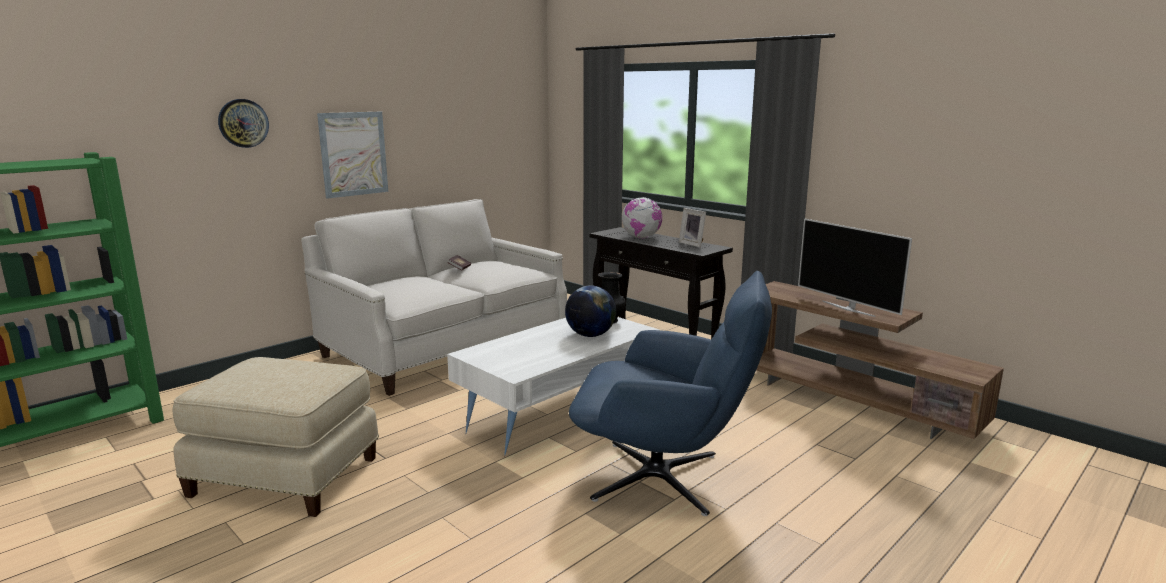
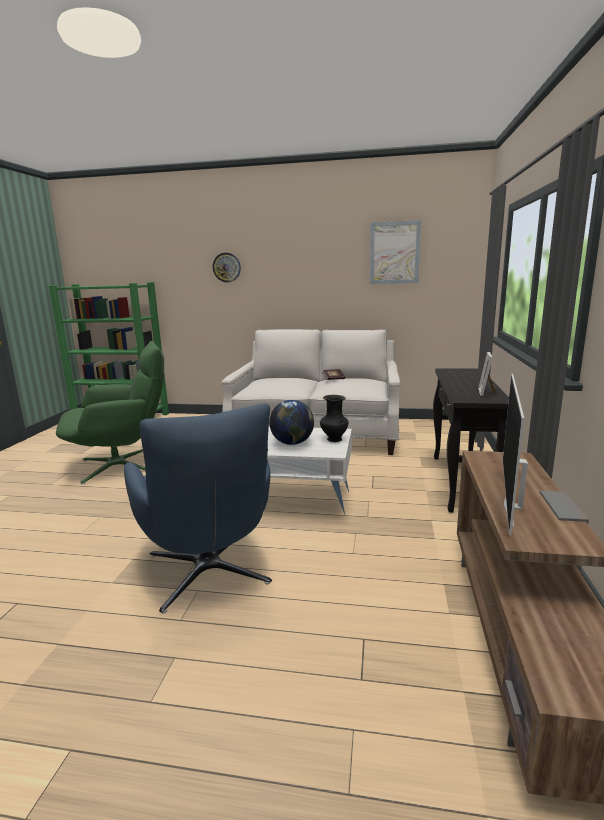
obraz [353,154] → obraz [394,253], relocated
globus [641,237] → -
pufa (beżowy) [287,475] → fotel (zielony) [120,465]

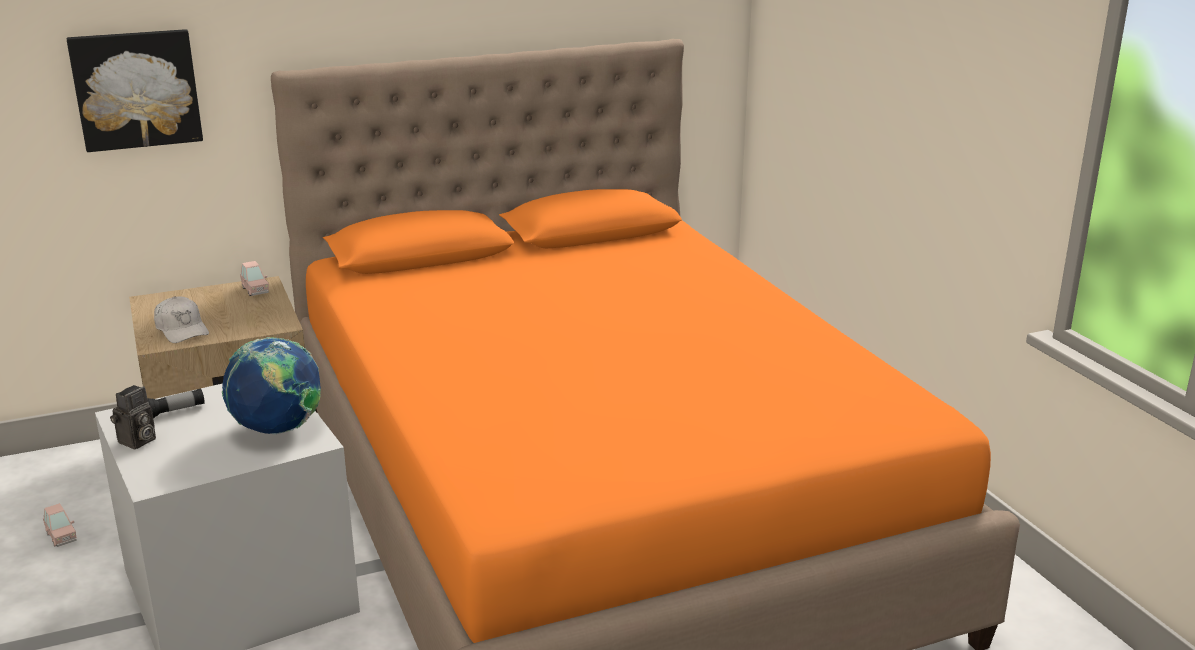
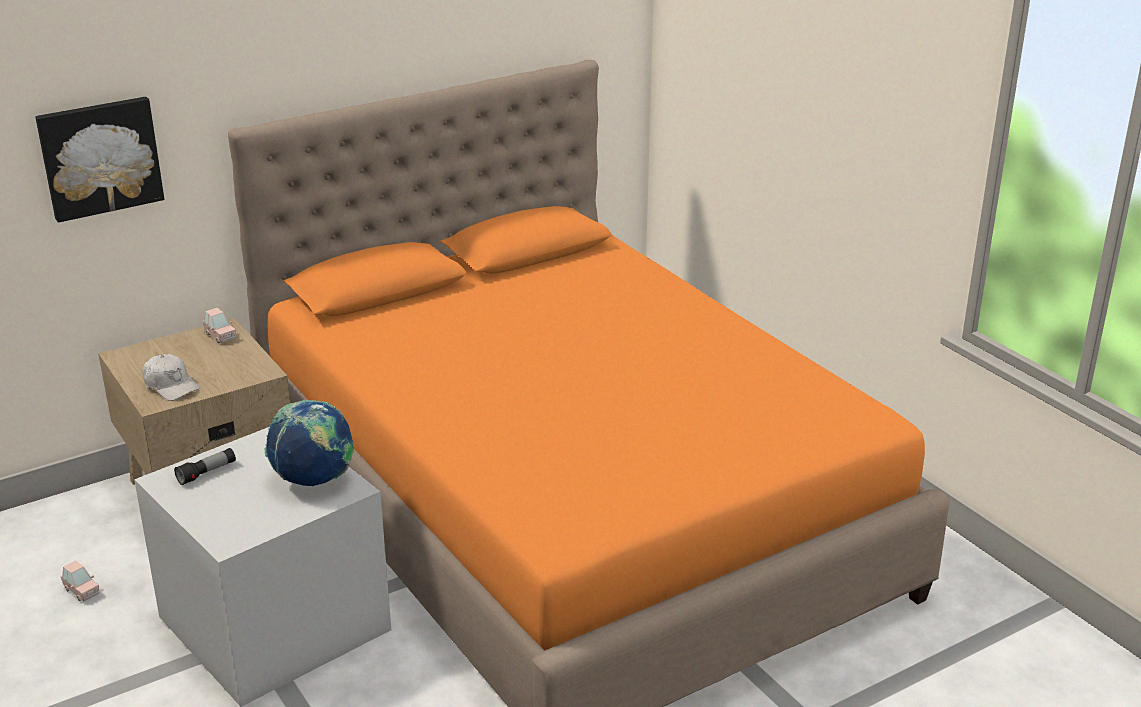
aparat fotograficzny [137,442] → -

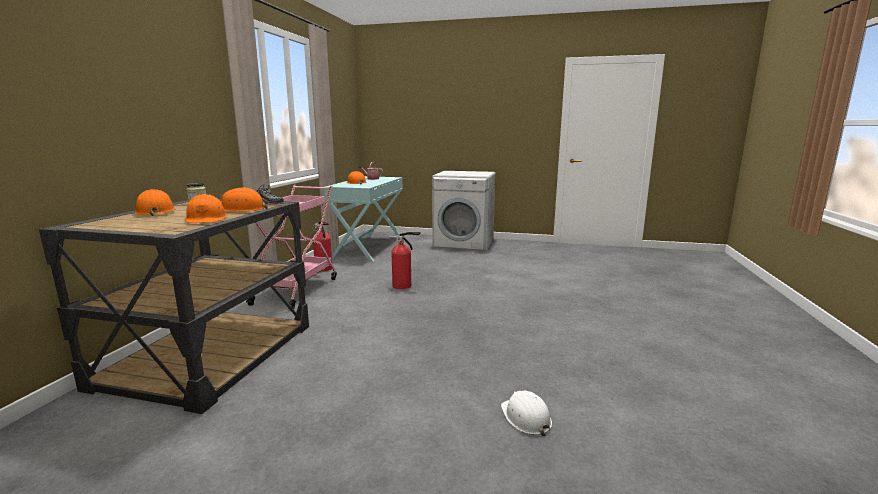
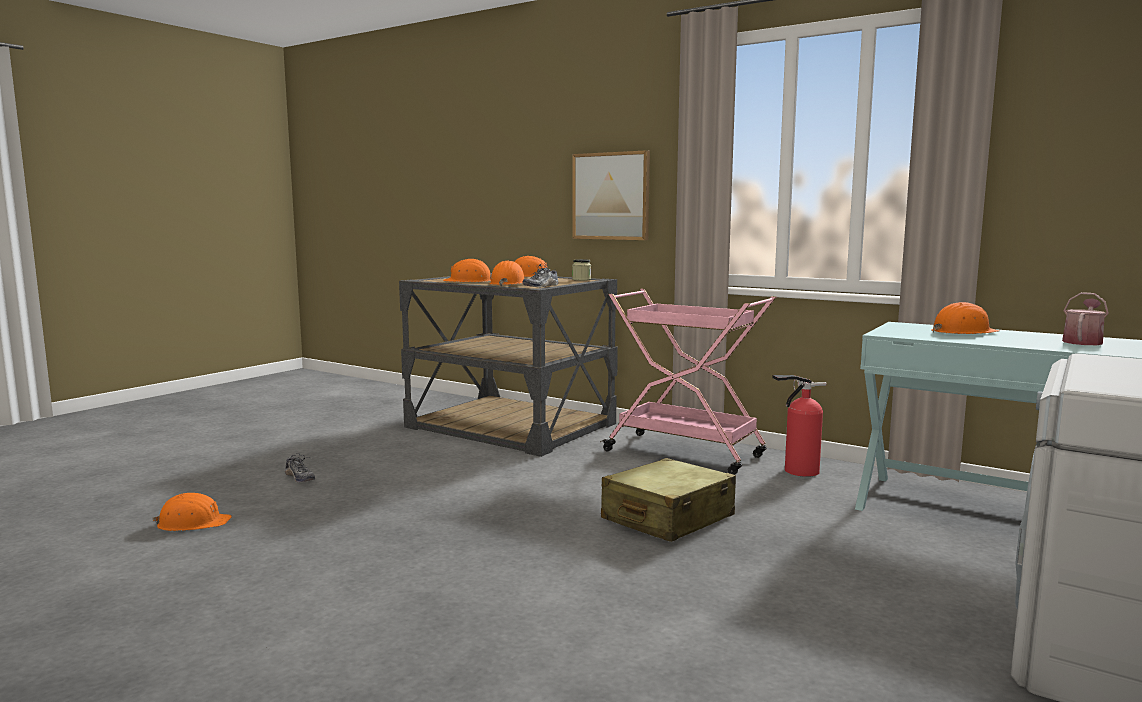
gaśnica [404,286] → walizka (beżowy) [667,518]
kask (biały) [525,417] → kask (pomarańczowy) [193,523]
- → obraz [611,196]
- → but [300,478]

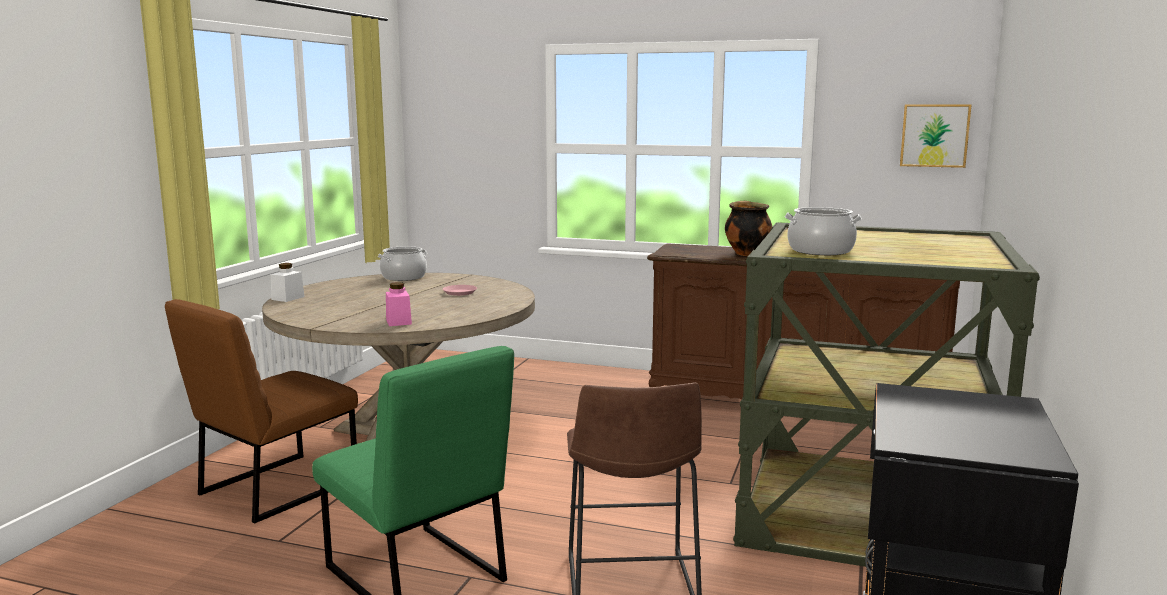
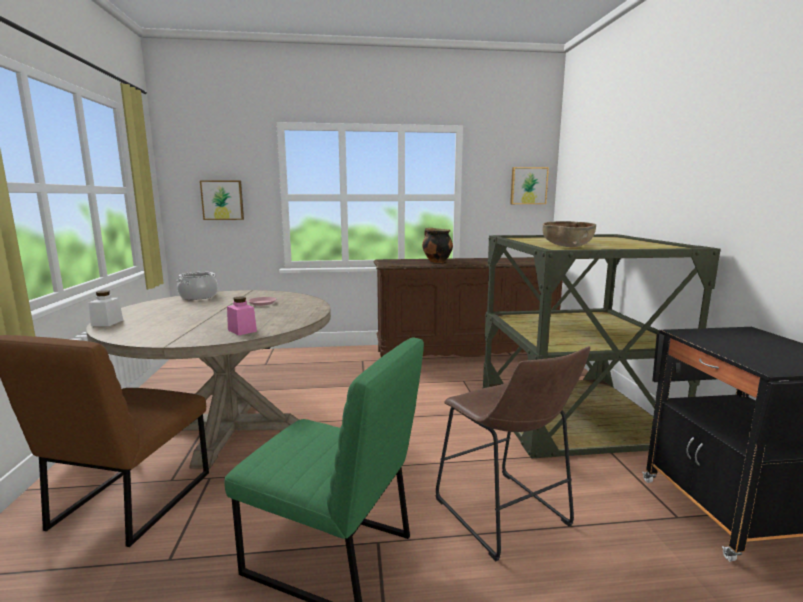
garnek [820,251] → miska (brązowy) [567,246]
- → obraz [222,200]

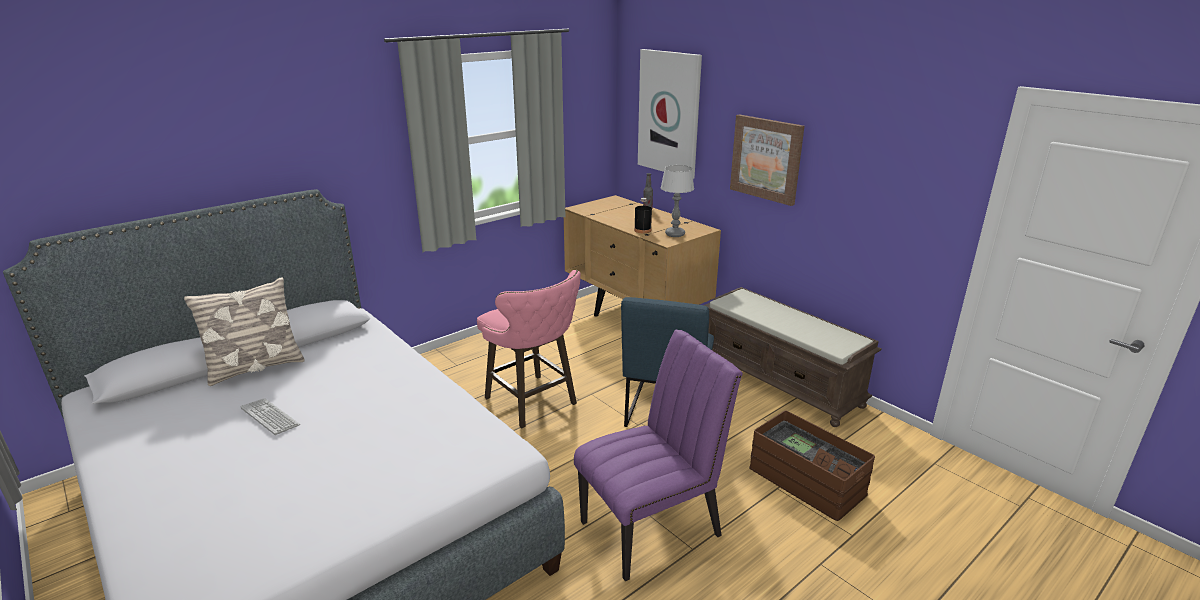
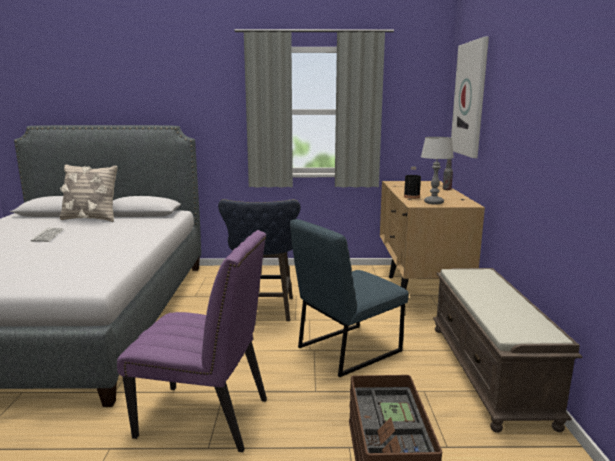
obraz [766,158] → -
stołek (różowy) [533,402] → stołek (niebieski) [263,310]

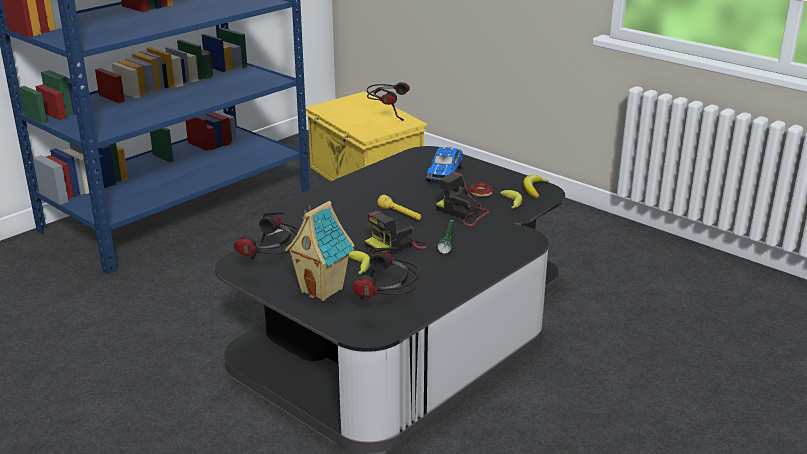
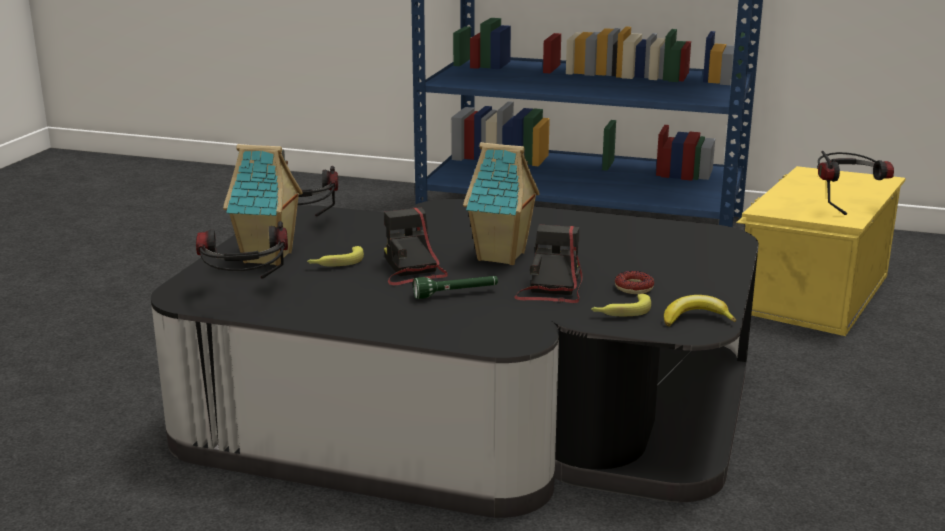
samochodzik [445,173] → -
latarka (żółty) [400,215] → domek [502,257]
aparat fotograficzny [395,245] → aparat fotograficzny [411,269], 45 degrees clockwise

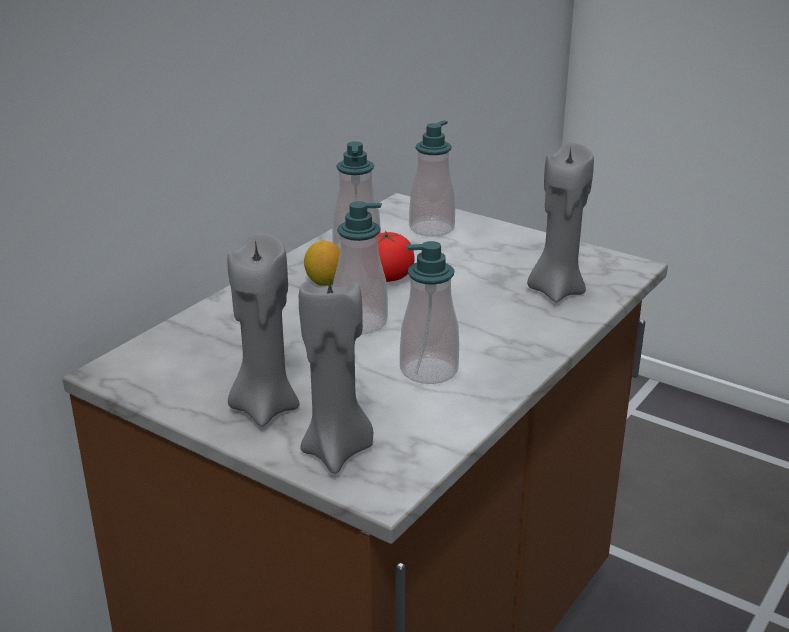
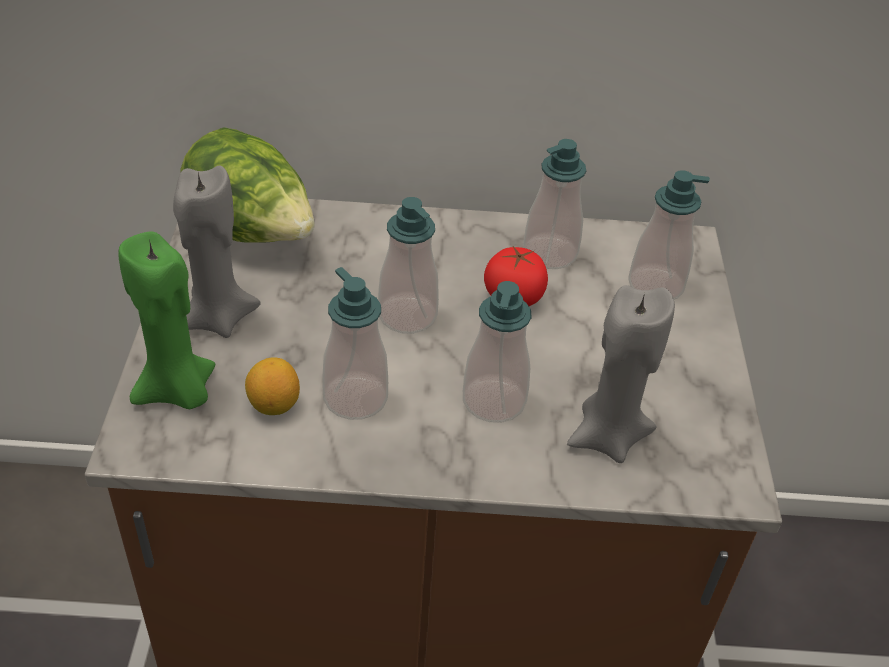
cytryna [325,282] → cytryna [274,405], relocated
świeca (szary) [338,451] → świeca (zielony) [178,392]
- → sałata [252,233]
- → dozownik mydła [493,401]

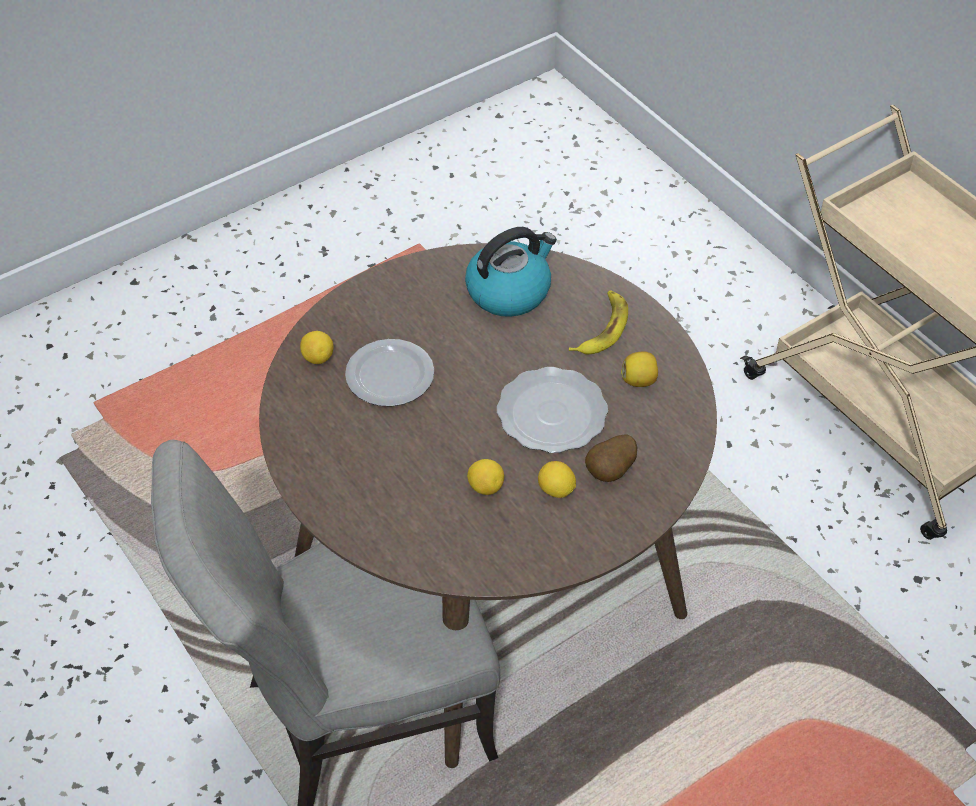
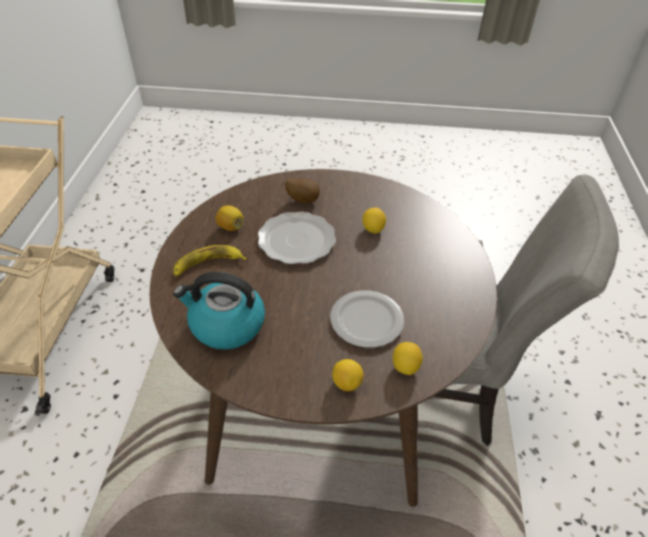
cytryna [556,490] → cytryna [346,383], relocated

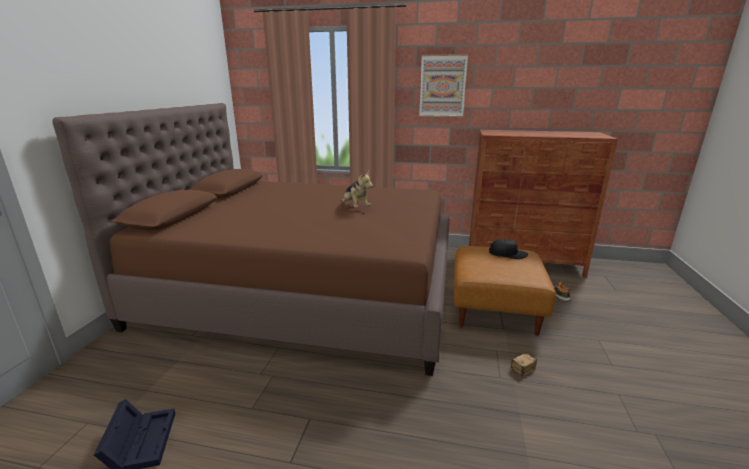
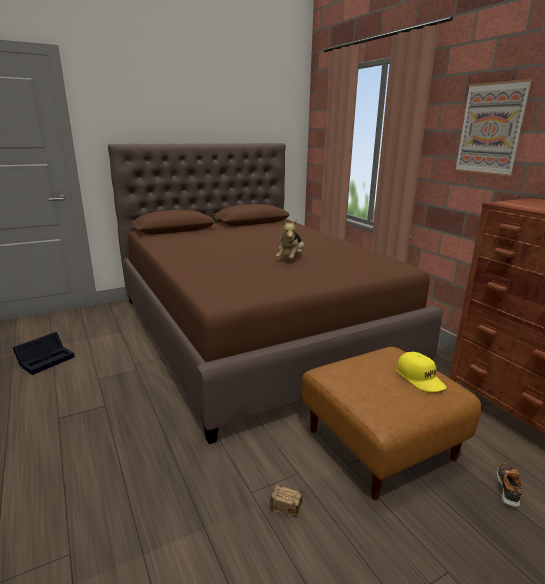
czapka z daszkiem (czarny) [507,254] → czapka z daszkiem (żółty) [420,378]

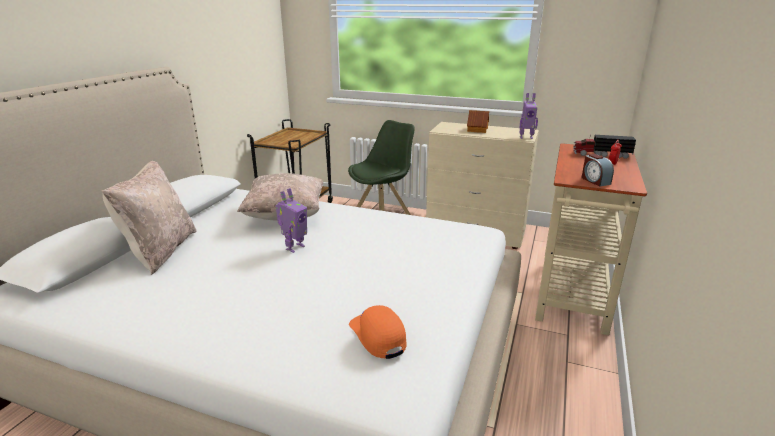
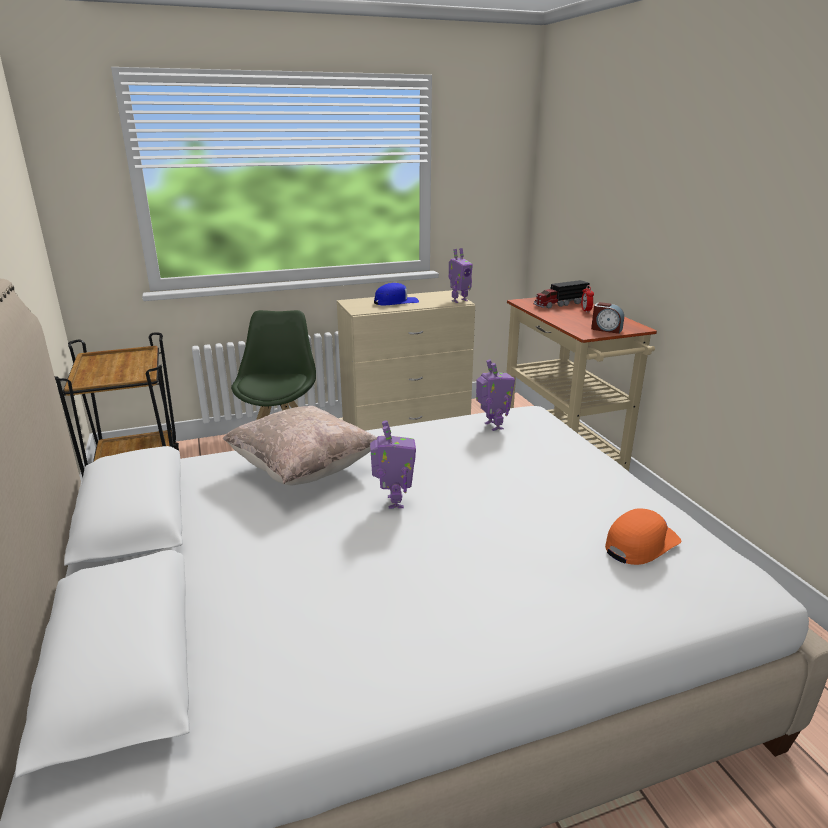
domek [477,129] → czapka z daszkiem (niebieski) [396,302]
poduszka (beżowy) [160,251] → -
czapka z daszkiem (pomarańczowy) [378,335] → czapka z daszkiem (pomarańczowy) [641,544], 120 degrees clockwise
- → robot zabawkowy [492,426]

